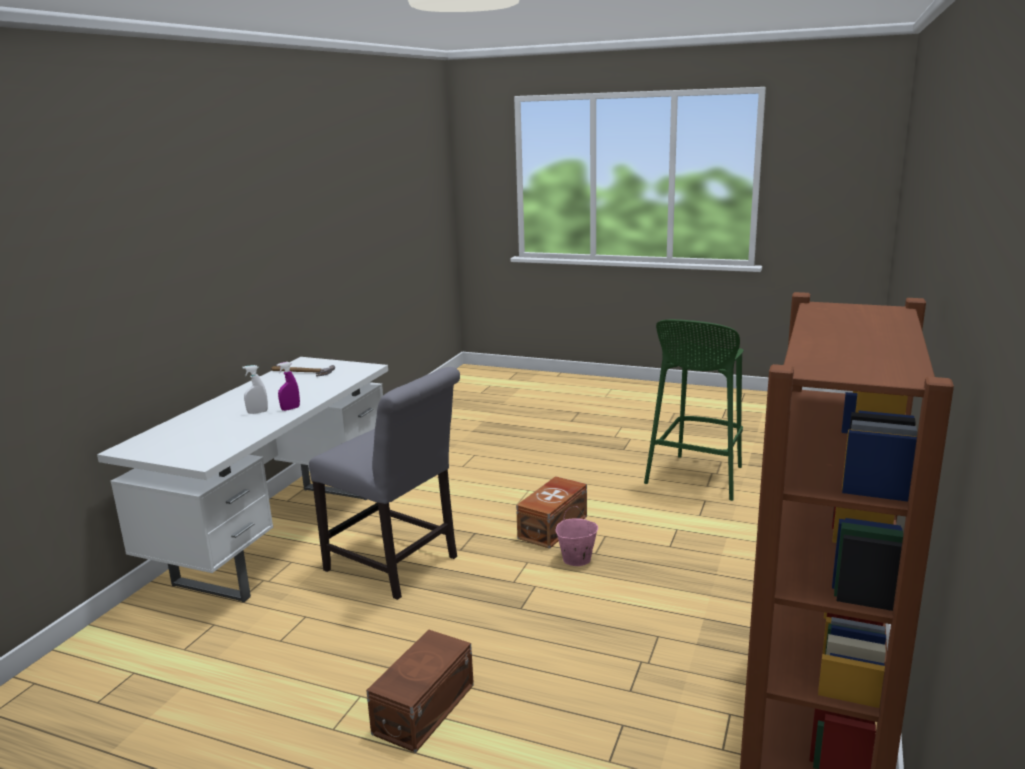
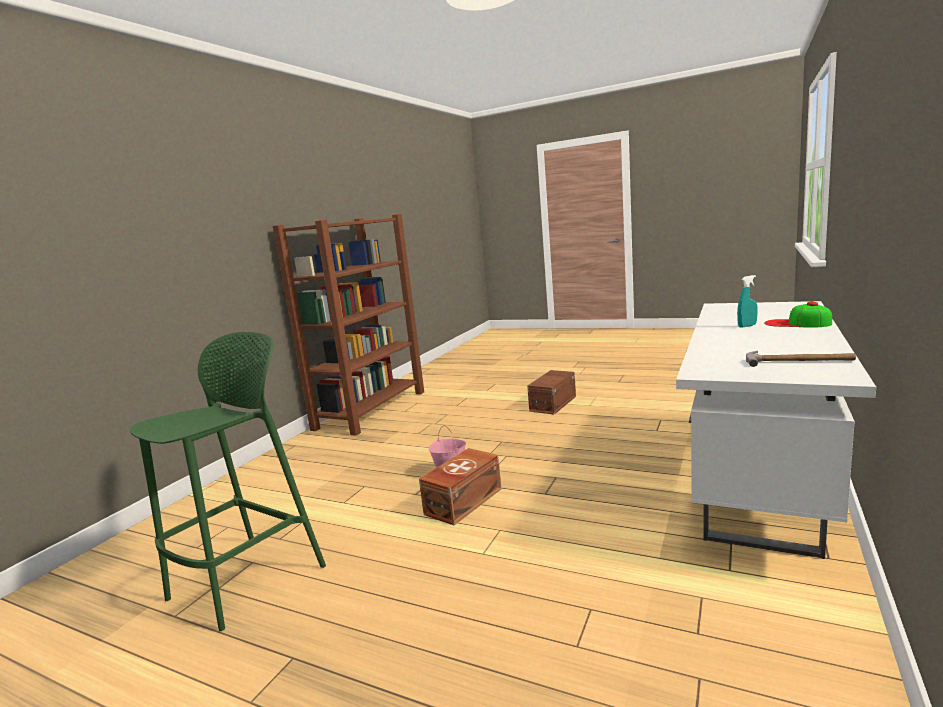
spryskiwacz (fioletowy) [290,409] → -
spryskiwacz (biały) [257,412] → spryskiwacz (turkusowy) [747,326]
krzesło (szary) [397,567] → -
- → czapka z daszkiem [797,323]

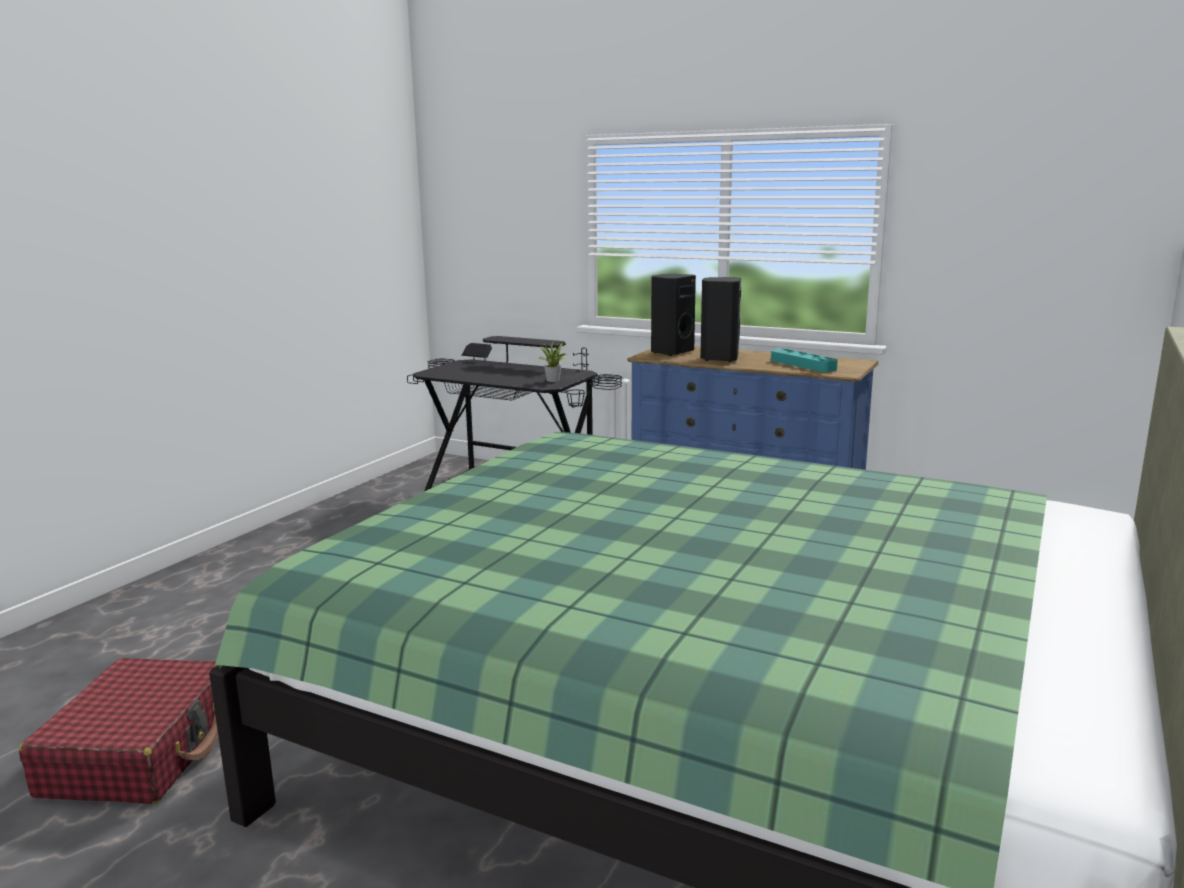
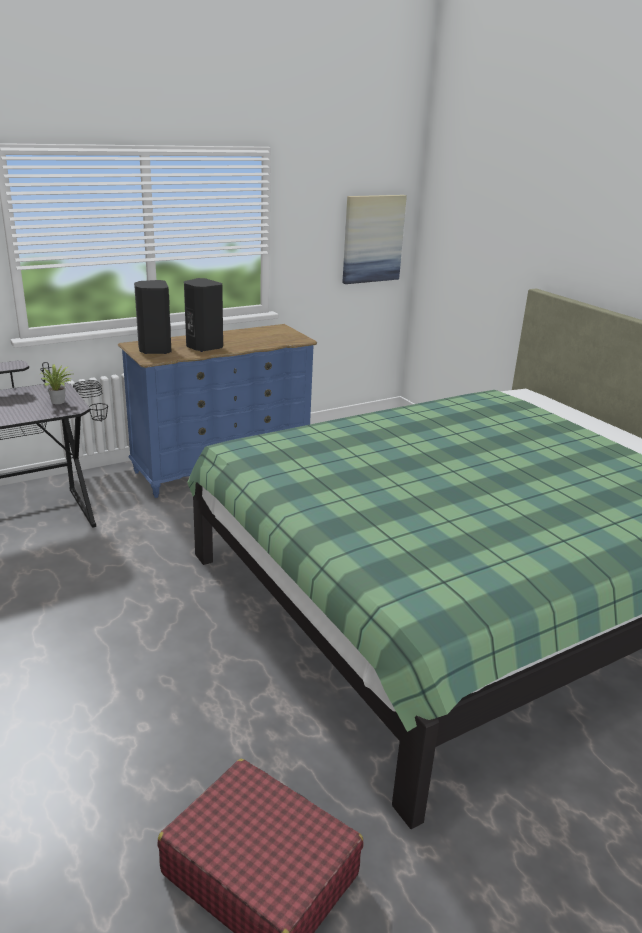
taca (turkusowy) [803,365] → -
- → obraz [372,239]

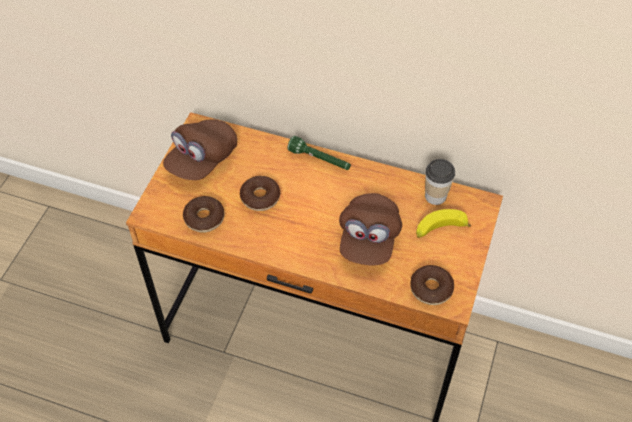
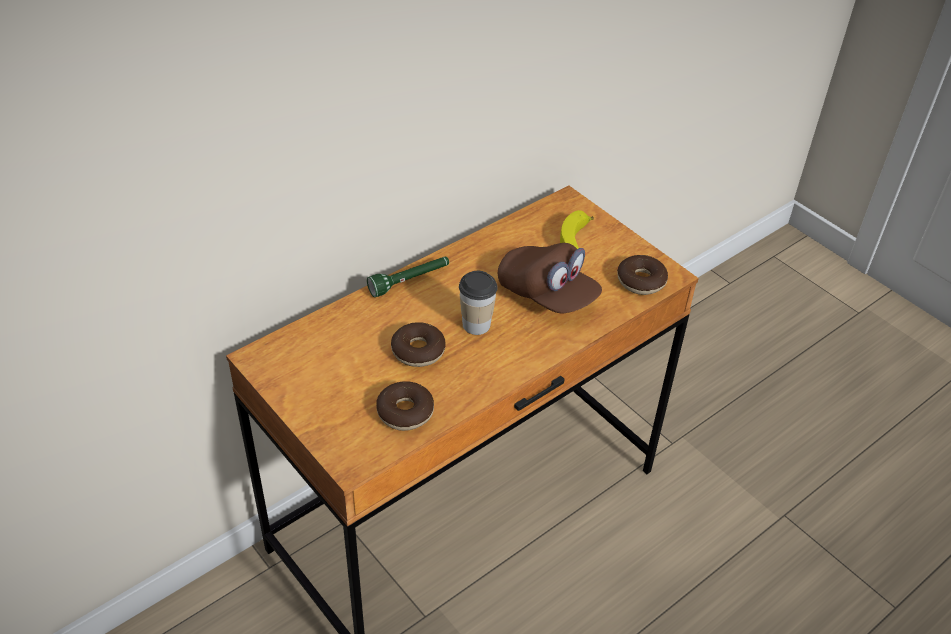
czapka z daszkiem (brązowy) [202,160] → -
filiżanka [435,196] → filiżanka [476,324], relocated

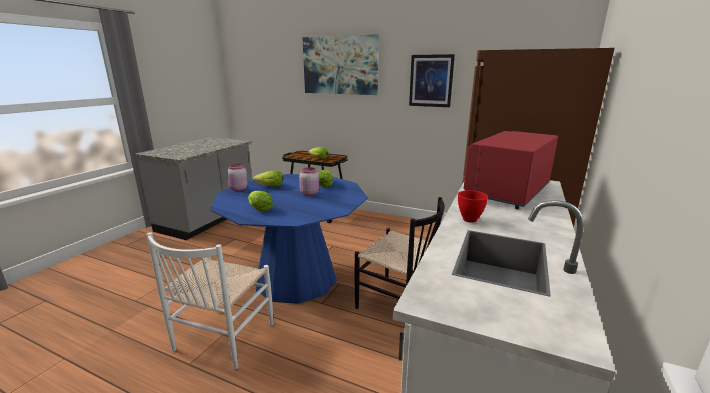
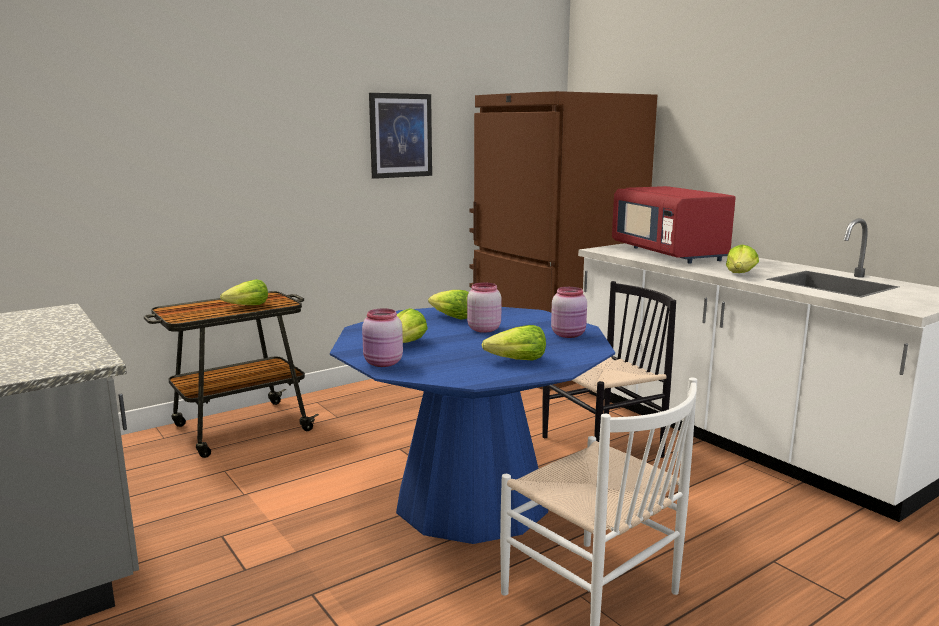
obraz [340,65] → -
miska (czerwony) [470,220] → sałata [740,274]
- → słoik (różowy) [569,335]

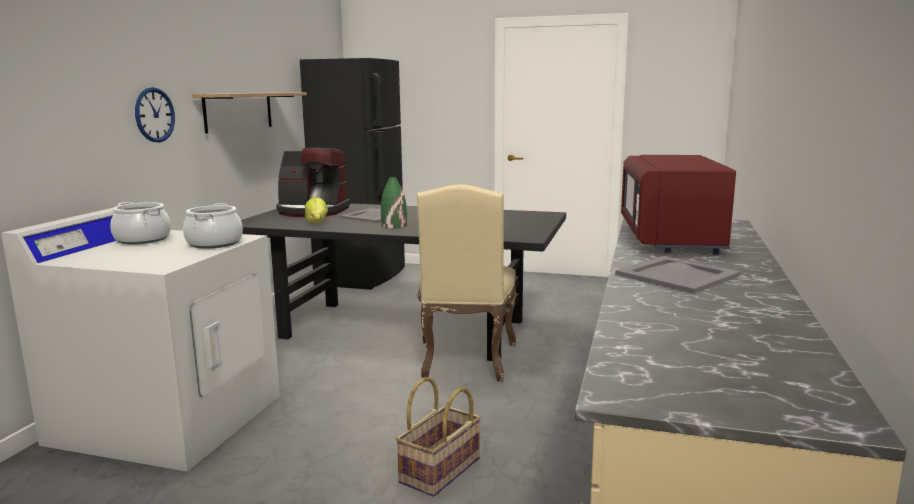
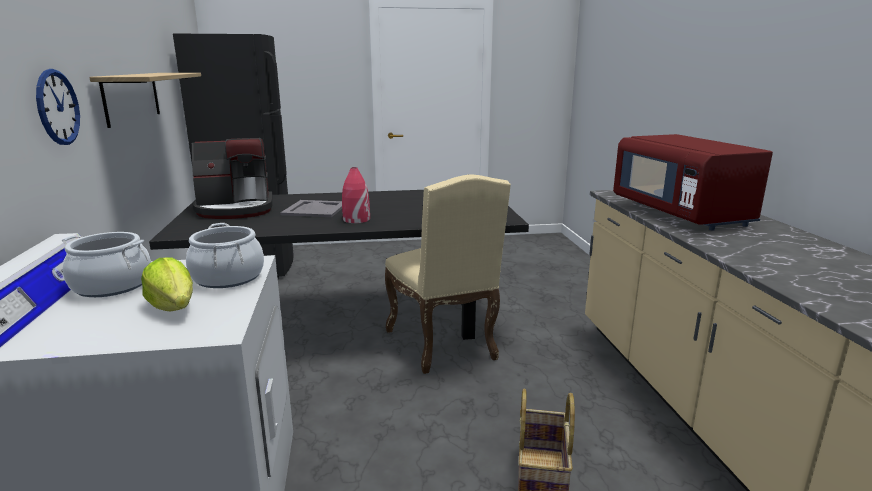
wazon (zielony) [394,226] → wazon (czerwony) [356,219]
sałata [317,223] → sałata [174,307], relocated
taca (szary) [677,275] → -

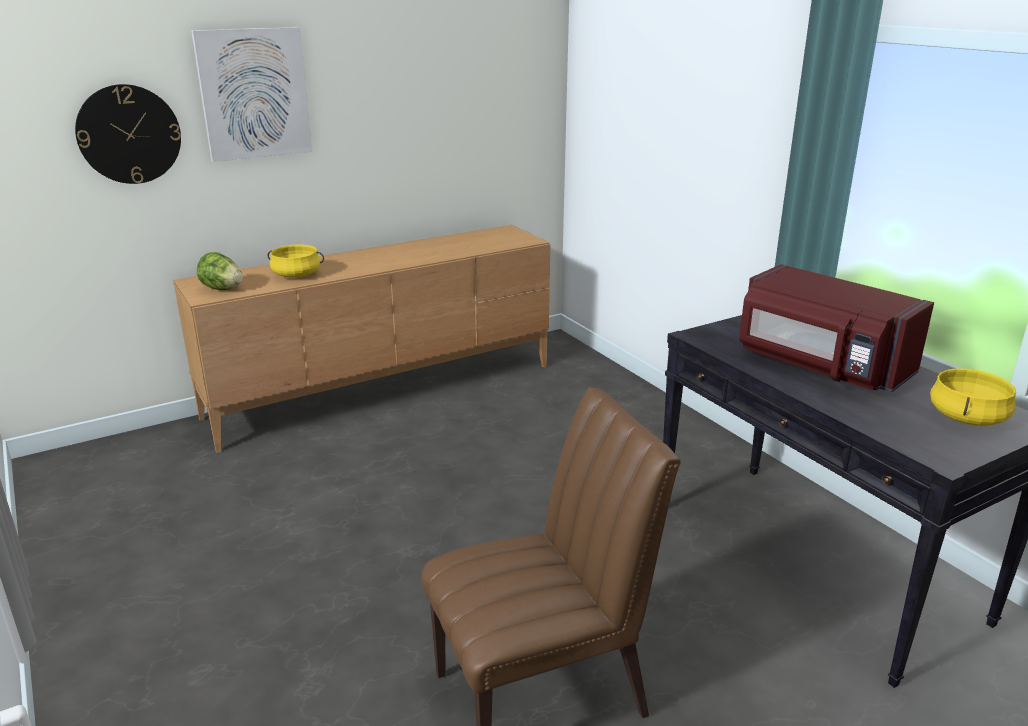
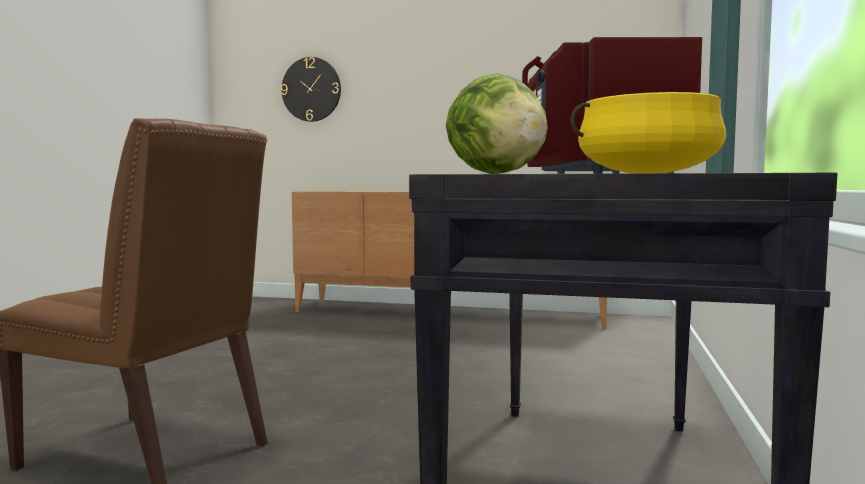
obraz [254,94] → -
garnek (żółty) [297,275] → -
sałata [222,289] → sałata [498,174], relocated

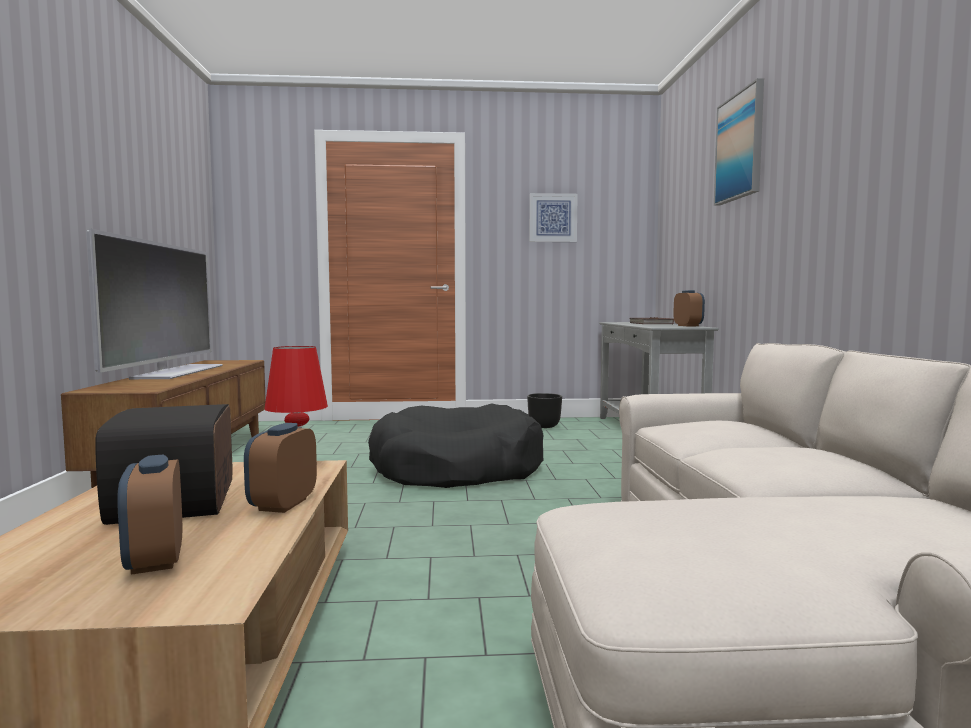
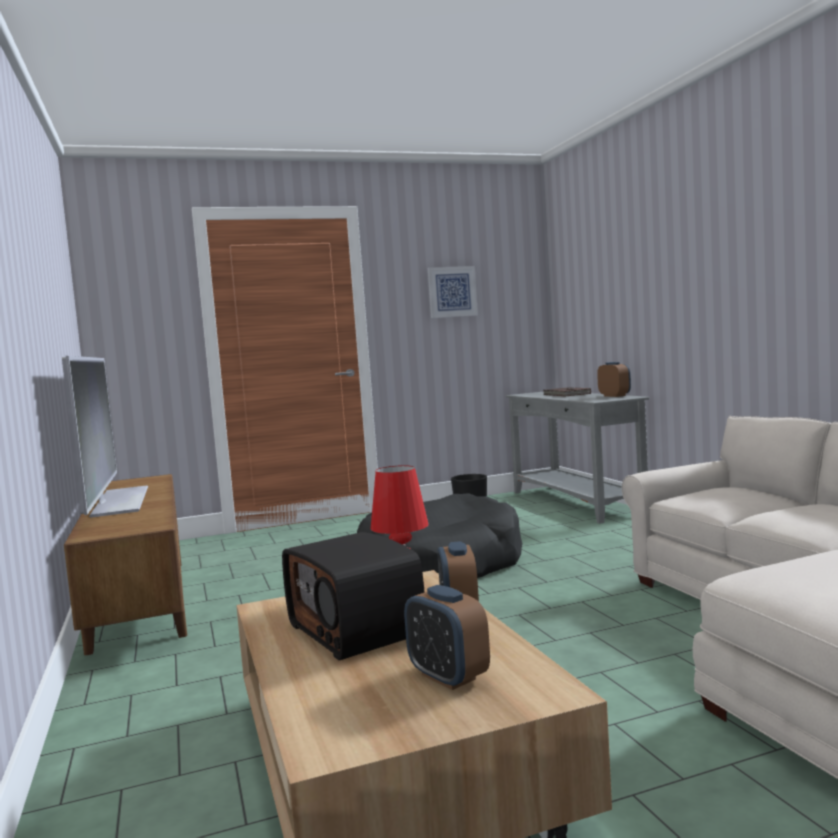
obraz [740,146] → -

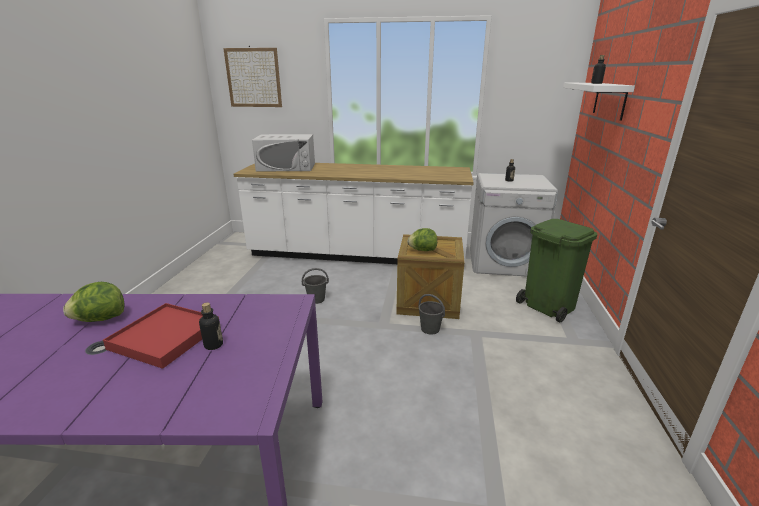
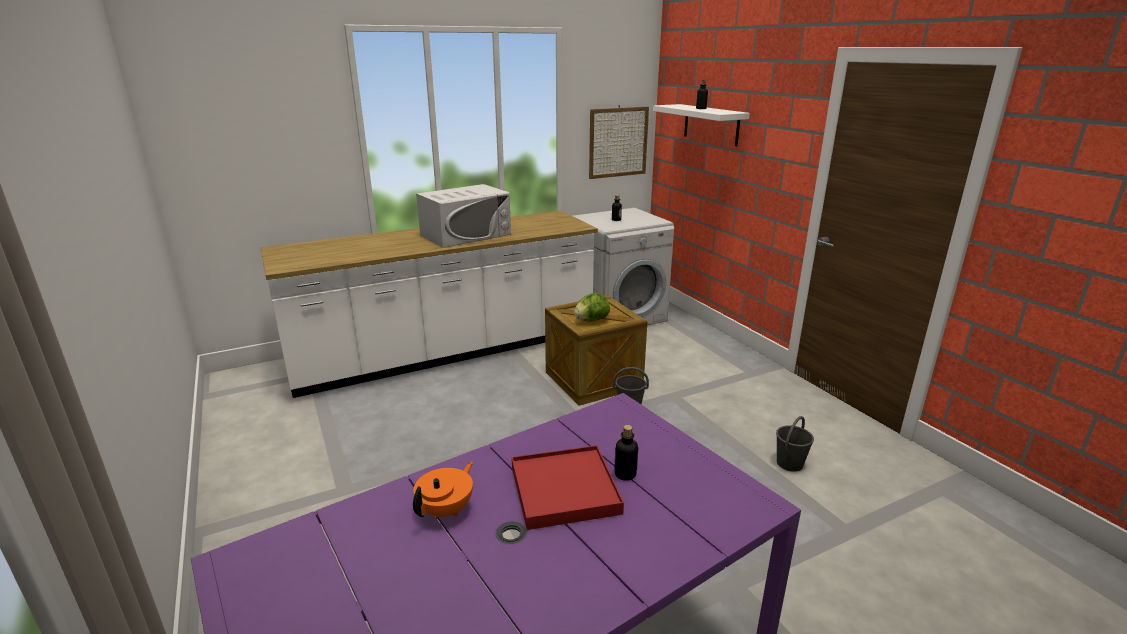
obraz [253,77] → obraz [618,141], relocated
mikrofalówka (biały) [286,167] → mikrofalówka (biały) [466,235], relocated
kosz na śmieci (zielony) [547,306] → -
wiadro (szary) [316,299] → wiadro (szary) [790,463], relocated
sałata [100,319] → imbryk (pomarańczowy) [446,509]

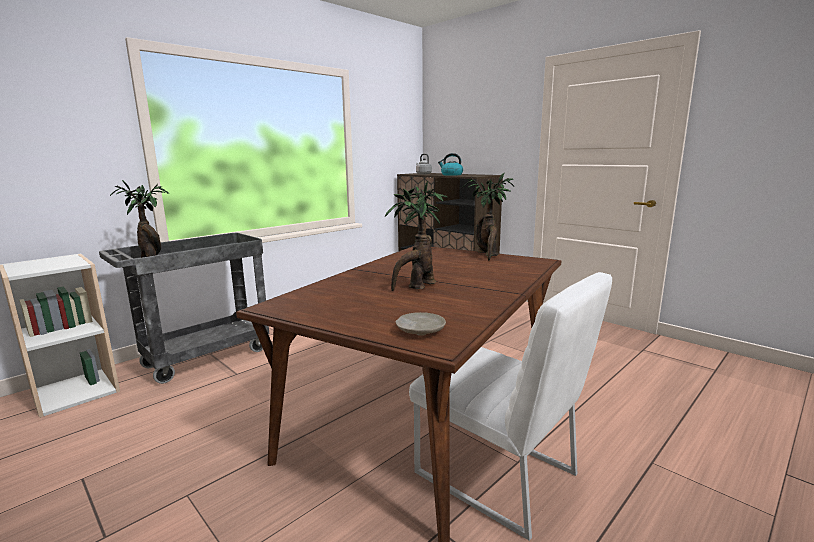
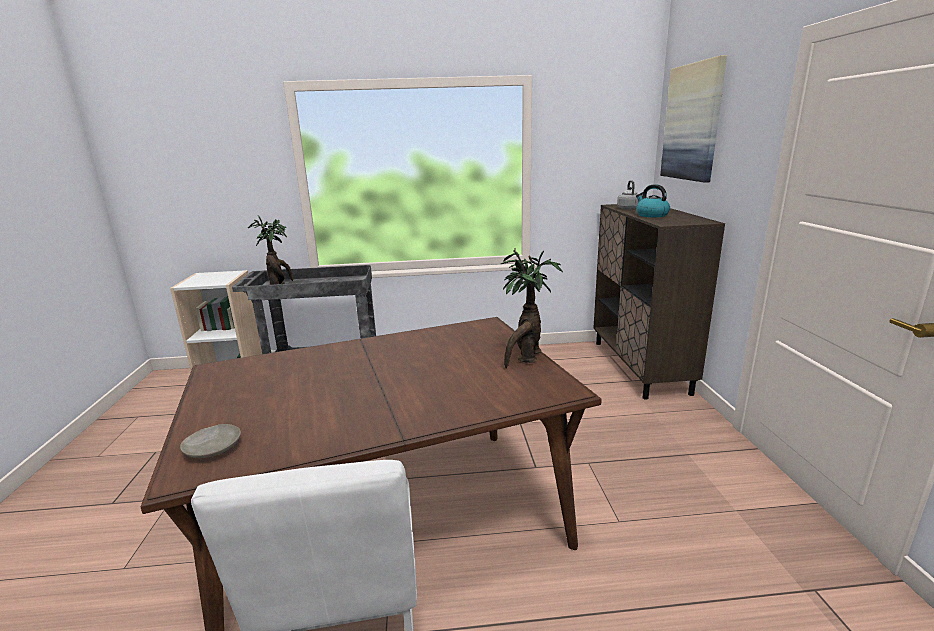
roślina doniczkowa [417,286] → -
- → obraz [692,122]

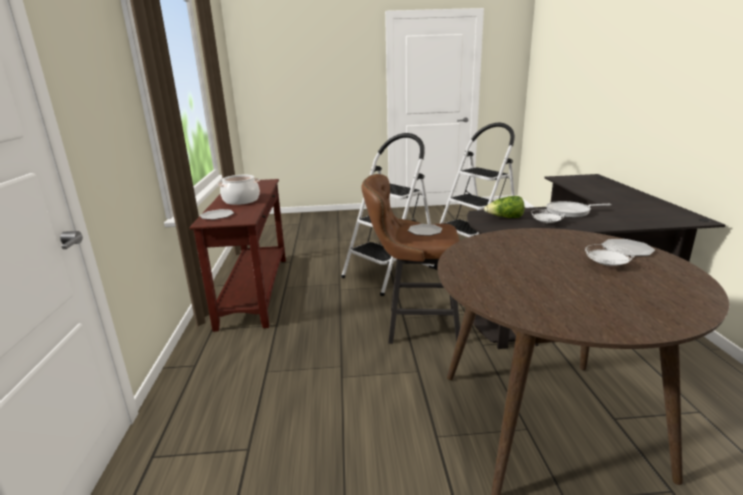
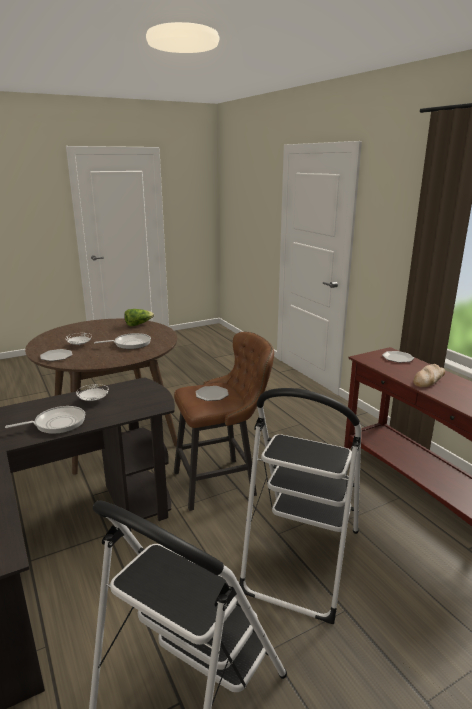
garnek [241,201] → chleb [428,378]
sałata [505,218] → sałata [138,324], relocated
- → patelnia [130,344]

